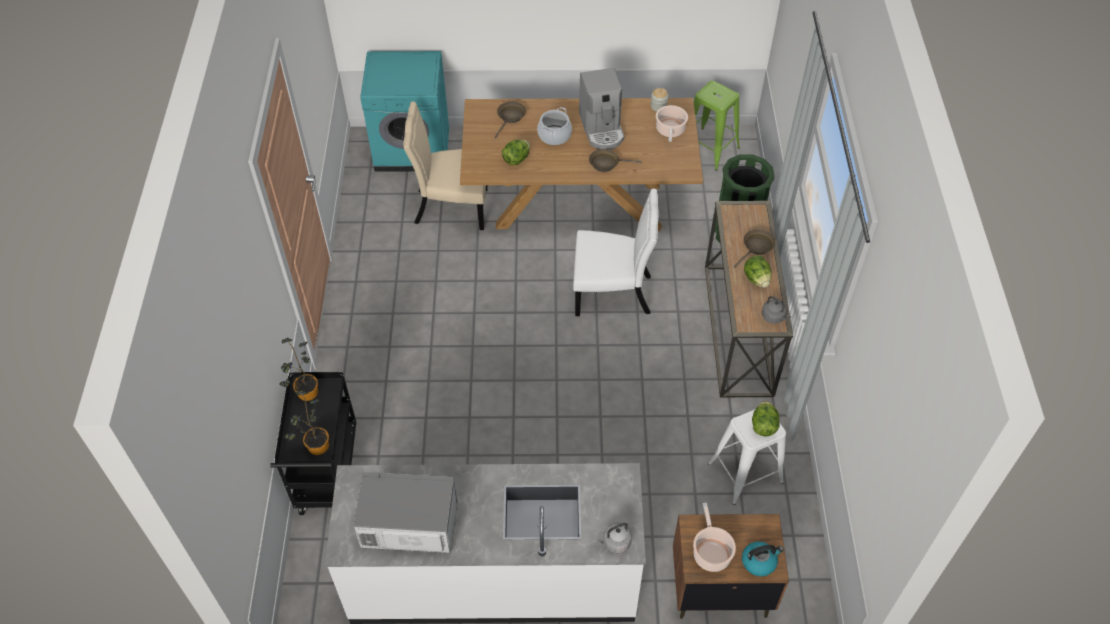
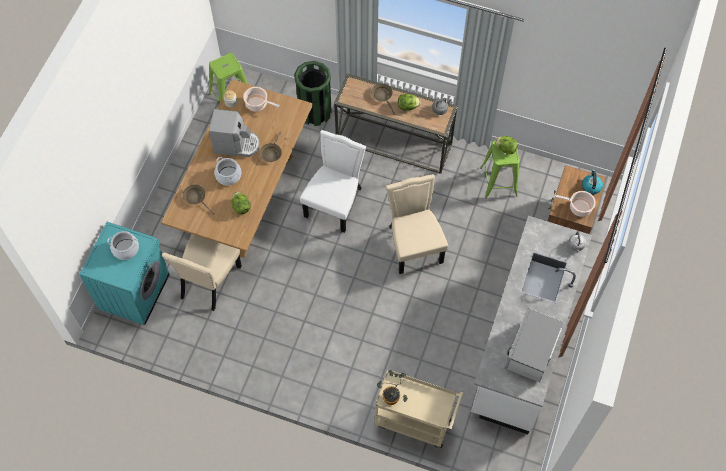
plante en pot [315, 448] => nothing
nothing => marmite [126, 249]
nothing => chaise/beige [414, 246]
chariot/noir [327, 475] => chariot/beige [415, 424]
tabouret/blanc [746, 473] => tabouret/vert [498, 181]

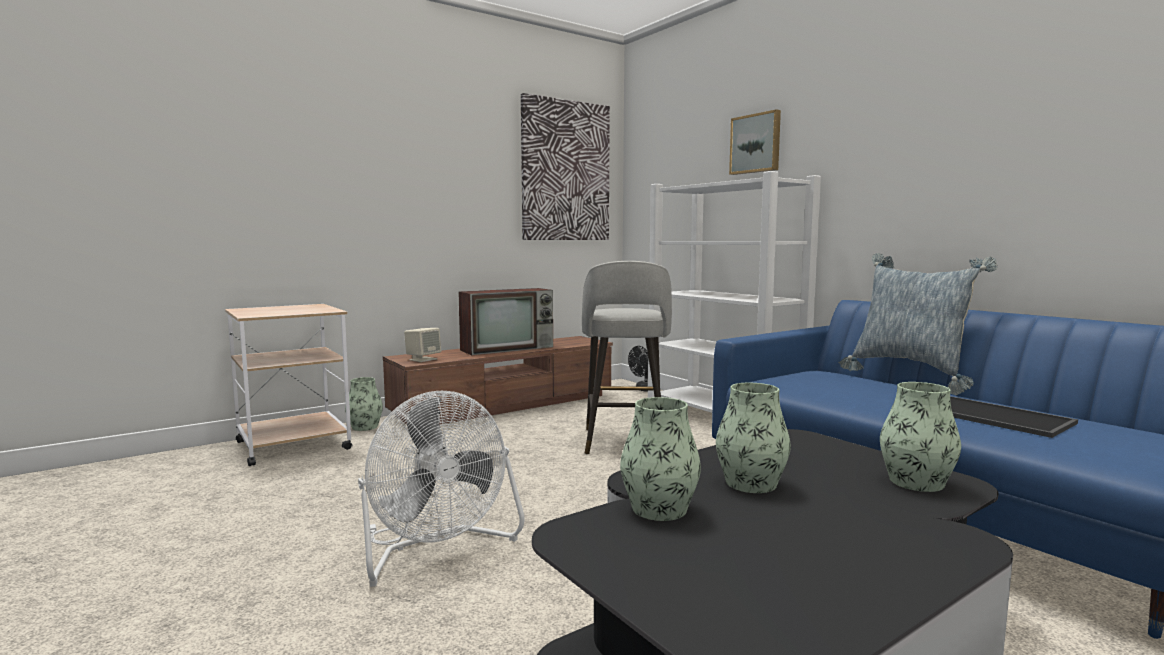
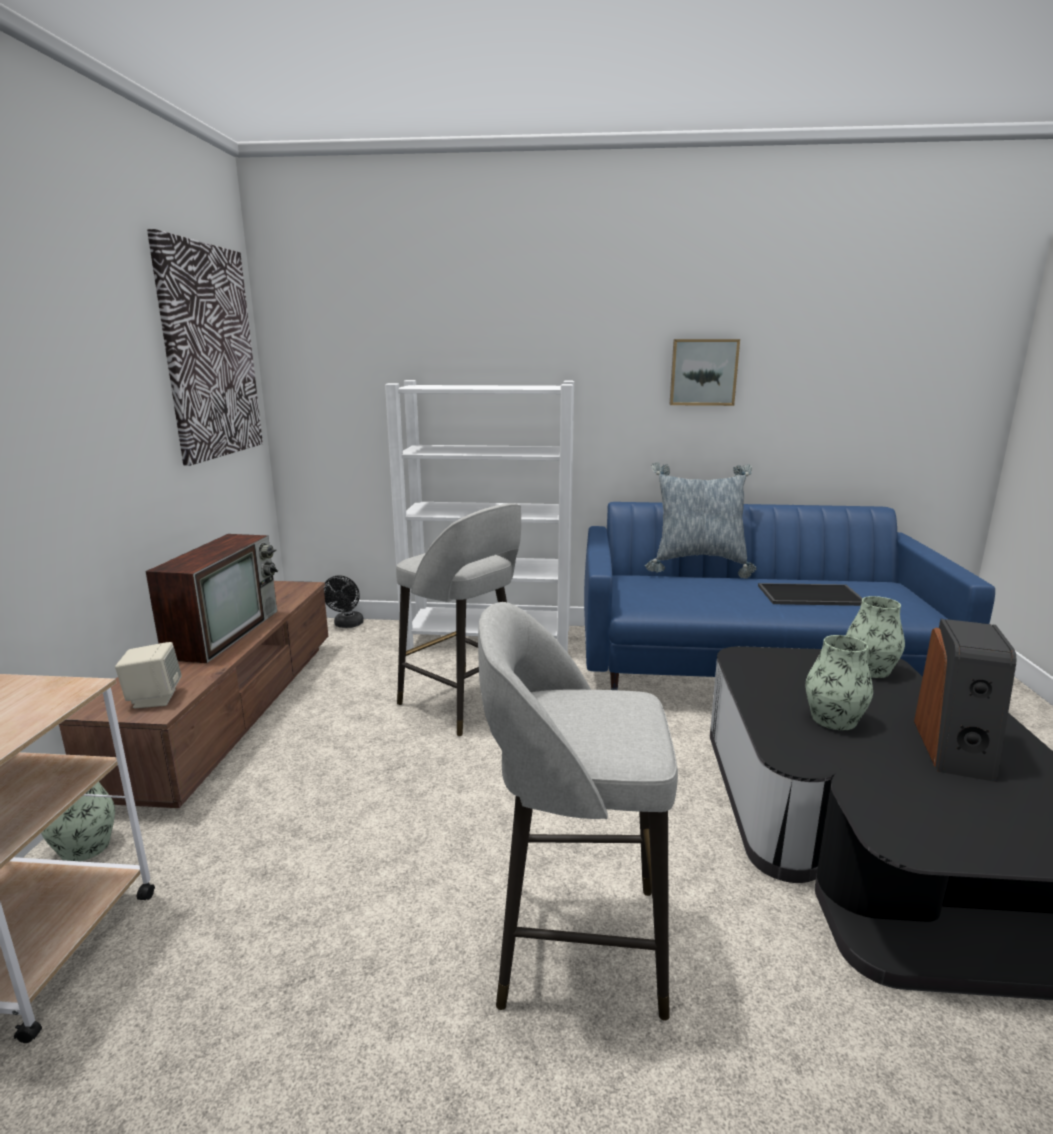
vase [659, 509] => nothing
nothing => enceinte [955, 749]
tableau [756, 143] => tableau [703, 372], relocated
ventilateur/blanc [430, 550] => tabouret/gris [573, 944]

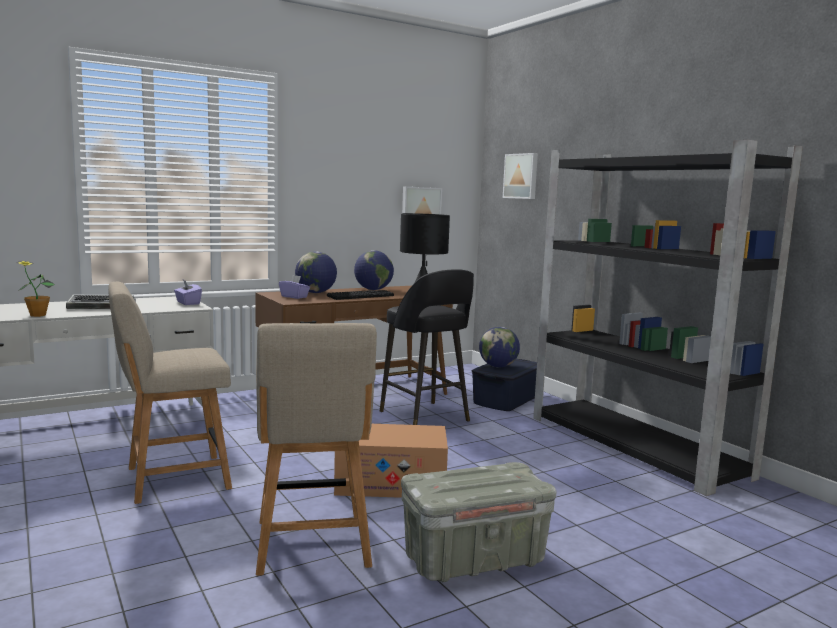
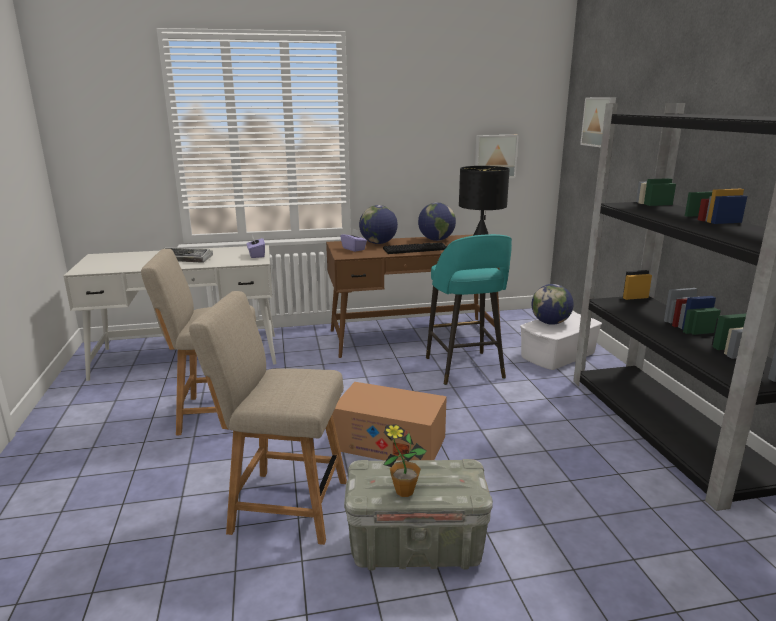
plante en pot [37, 315] => plante en pot [404, 491], relocated
tabouret/noir [425, 417] => tabouret/turquoise [465, 369]
boîte de rangement/bleu [506, 399] => boîte de rangement/blanc [557, 354]
chaise/beige [312, 547] => chaise/beige [283, 505], 90 degrees clockwise

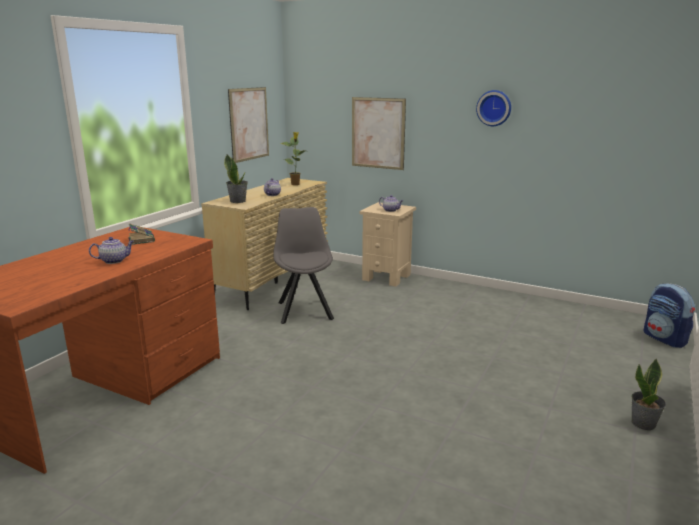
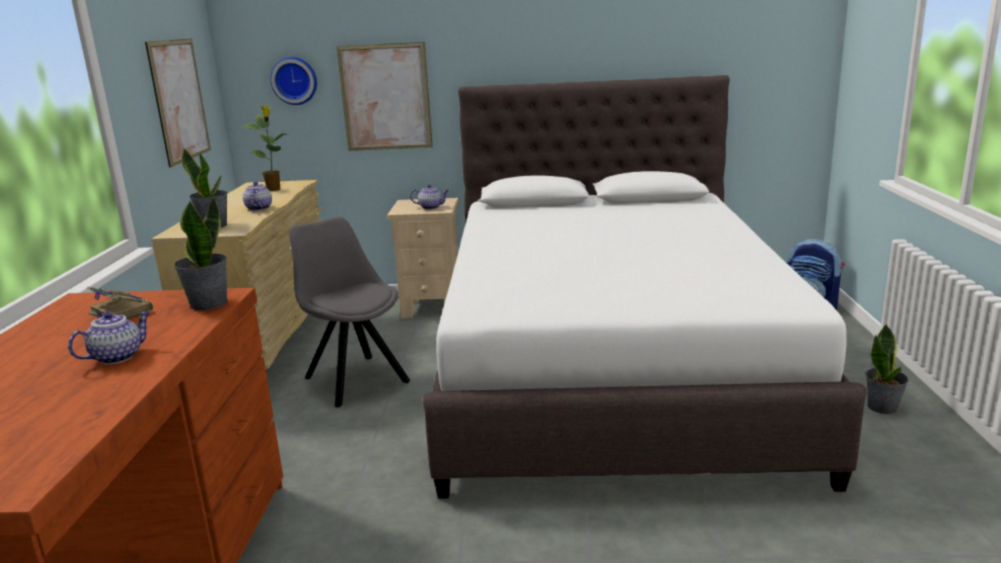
nothing => plante en pot [208, 303]
nothing => lit/blanc [610, 366]
horloge murale [494, 108] => horloge murale [295, 80], relocated

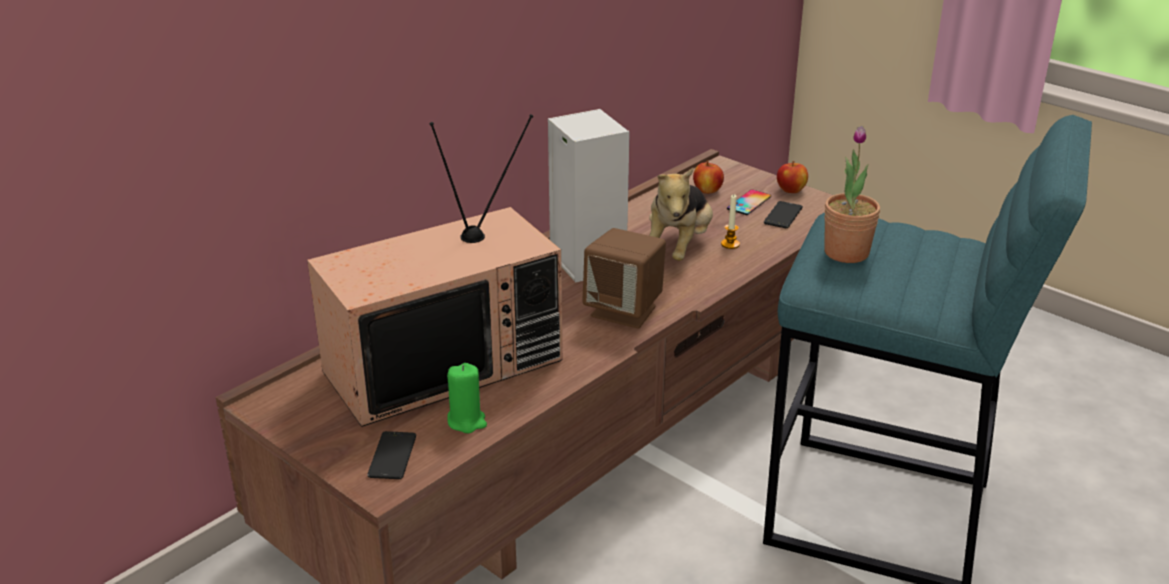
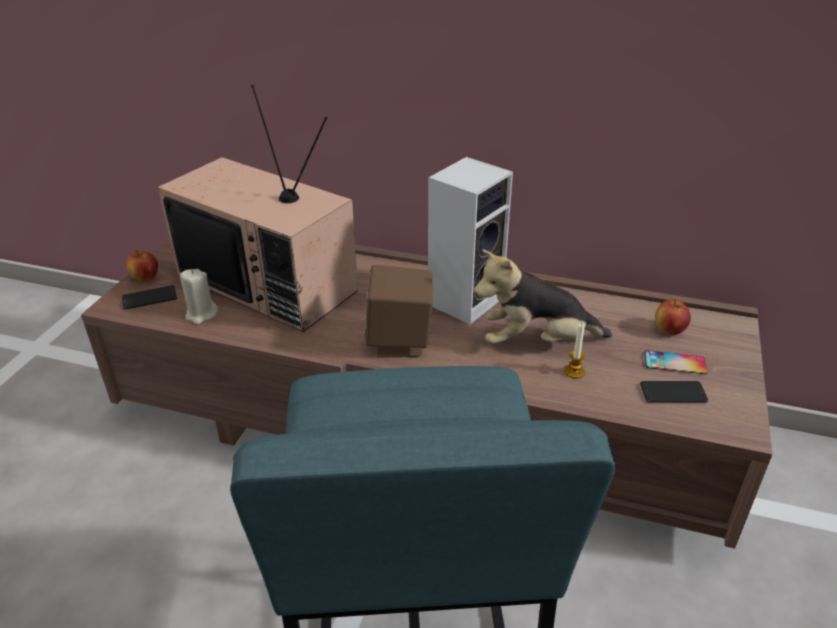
plante en pot [846, 253] => nothing
pomme [791, 190] => pomme [145, 278], relocated
bougie/vert [467, 421] => bougie/beige [201, 314]

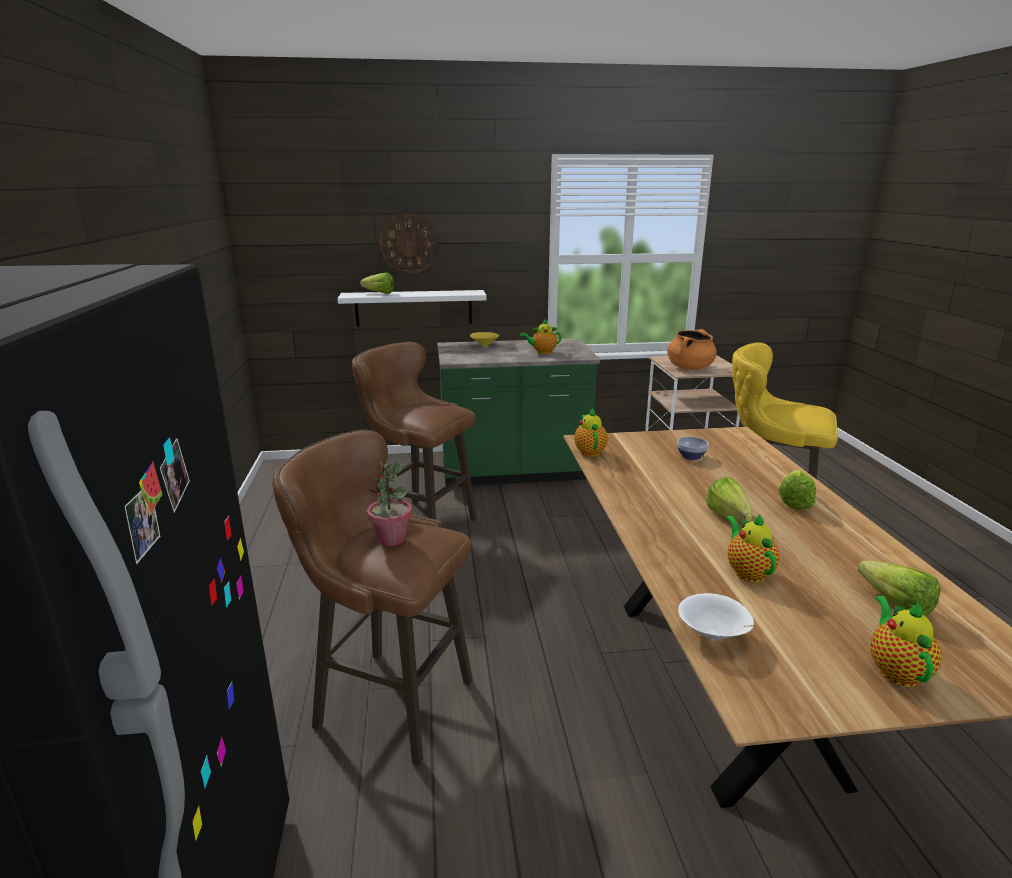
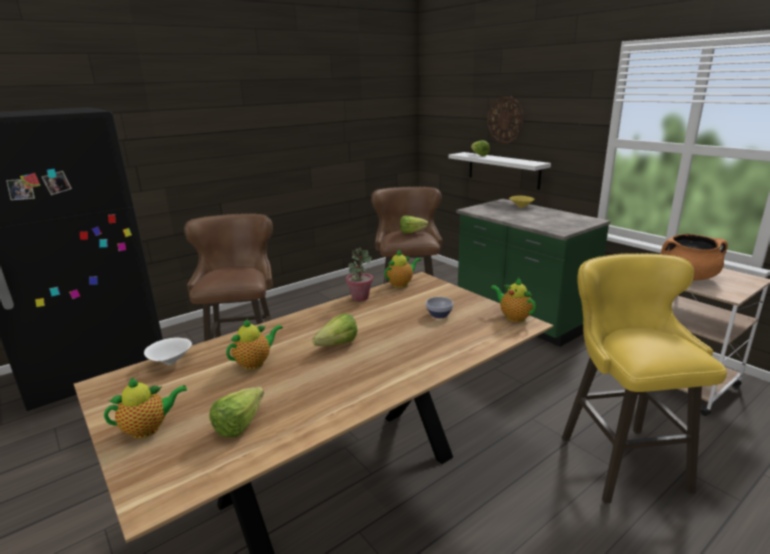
plante en pot [391, 539] => plante en pot [360, 297], relocated
théière [542, 352] => théière [513, 317], relocated
laitue [796, 500] => laitue [414, 232], relocated

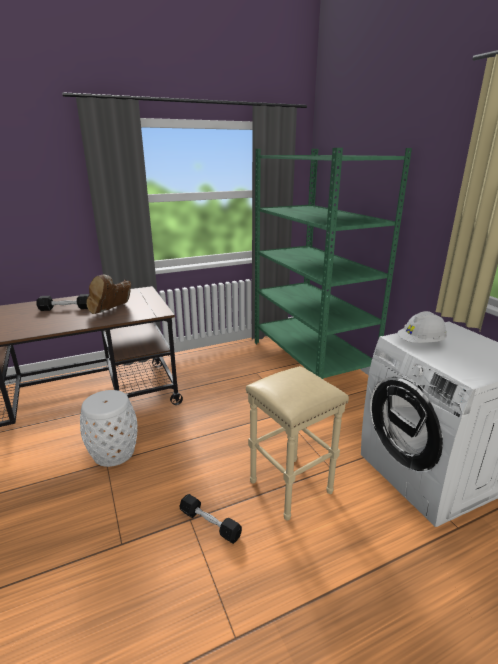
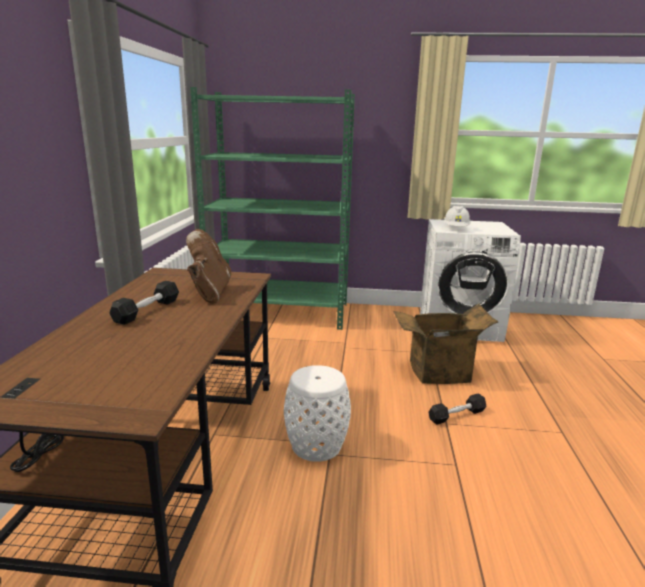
tabouret/beige [290, 488] => carton [439, 373]
botte/marron [111, 311] => botte/marron [209, 292], 150 degrees counterclockwise

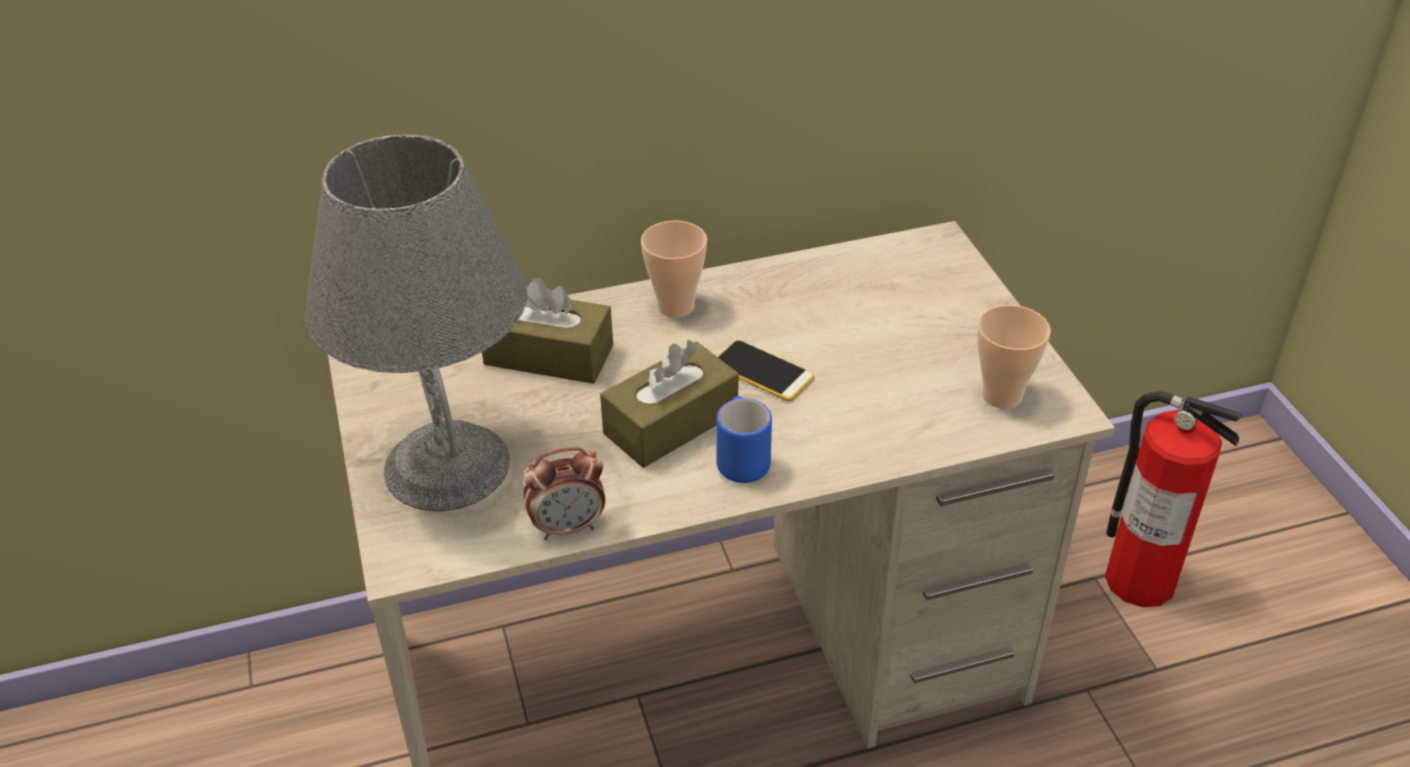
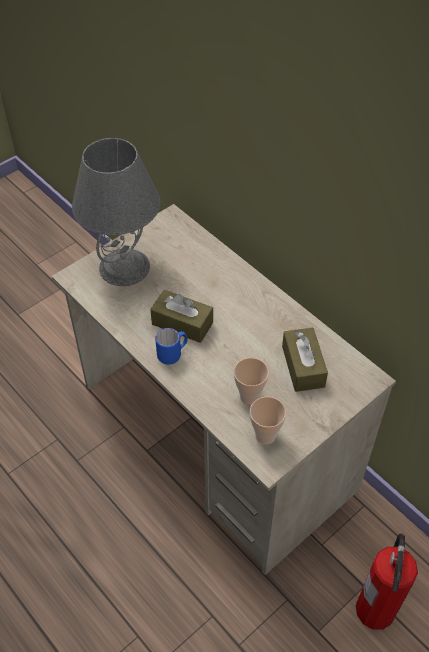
réveil [568, 527] => nothing
téléphone [762, 371] => nothing
boîte à mouchoirs/marron [549, 355] => boîte à mouchoirs/marron [303, 366], relocated
tasse [675, 306] => tasse [249, 396], relocated

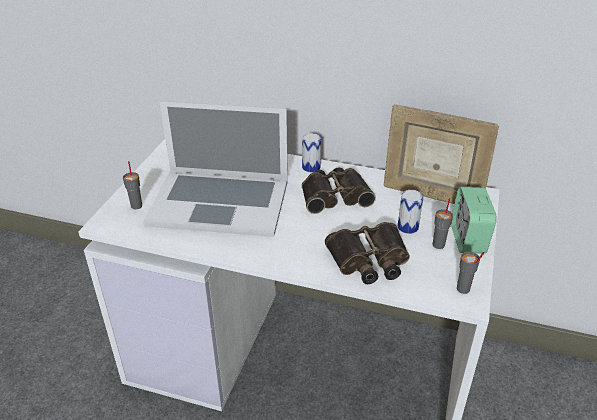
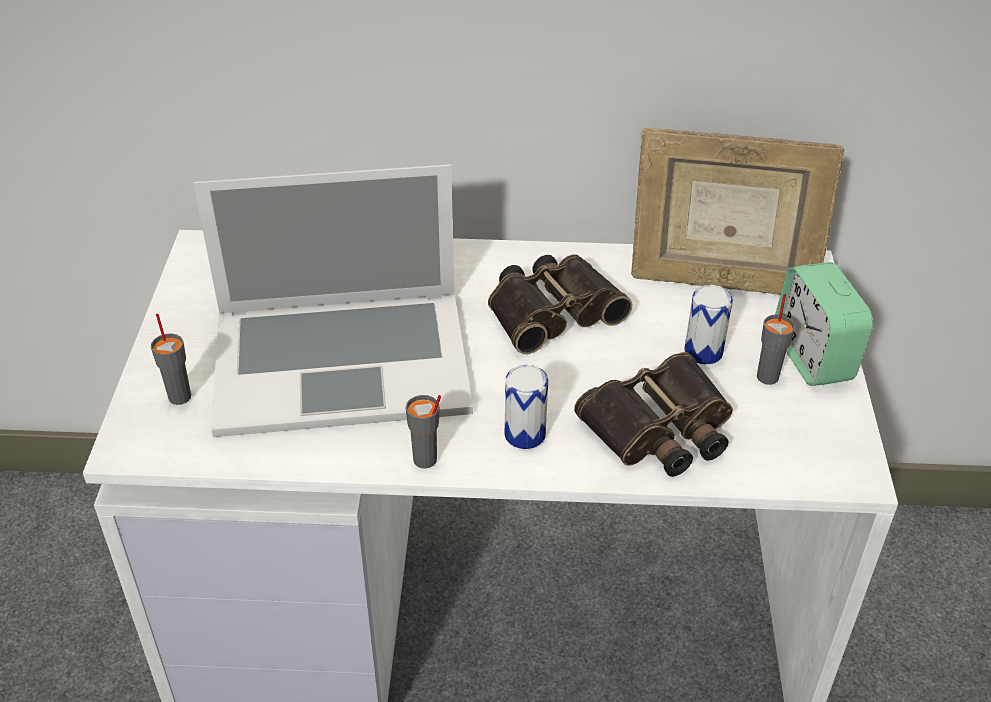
boîte métallique [311, 167] => boîte métallique [525, 434], relocated
tasse/gris [463, 289] => tasse/gris [425, 460], relocated

